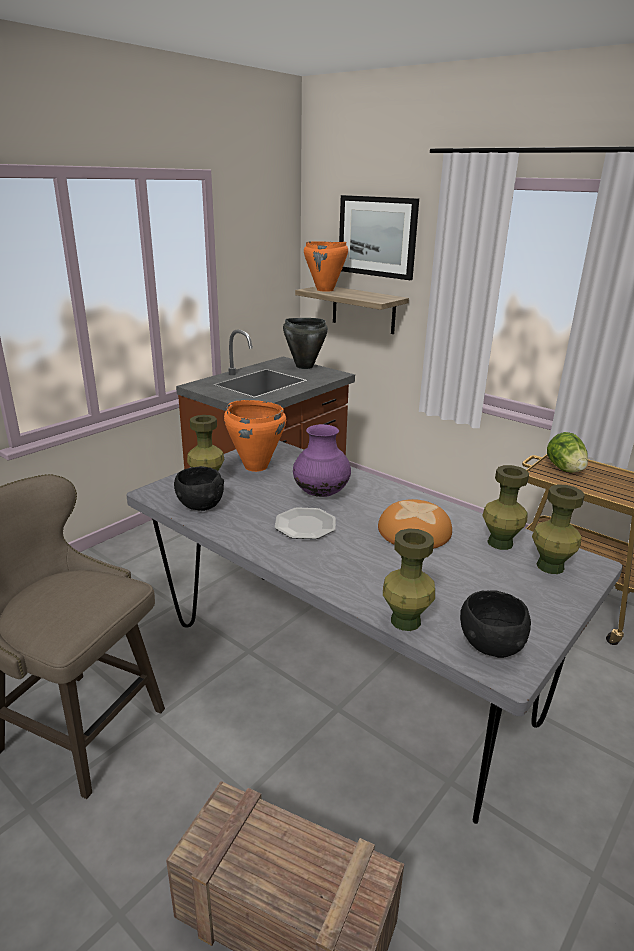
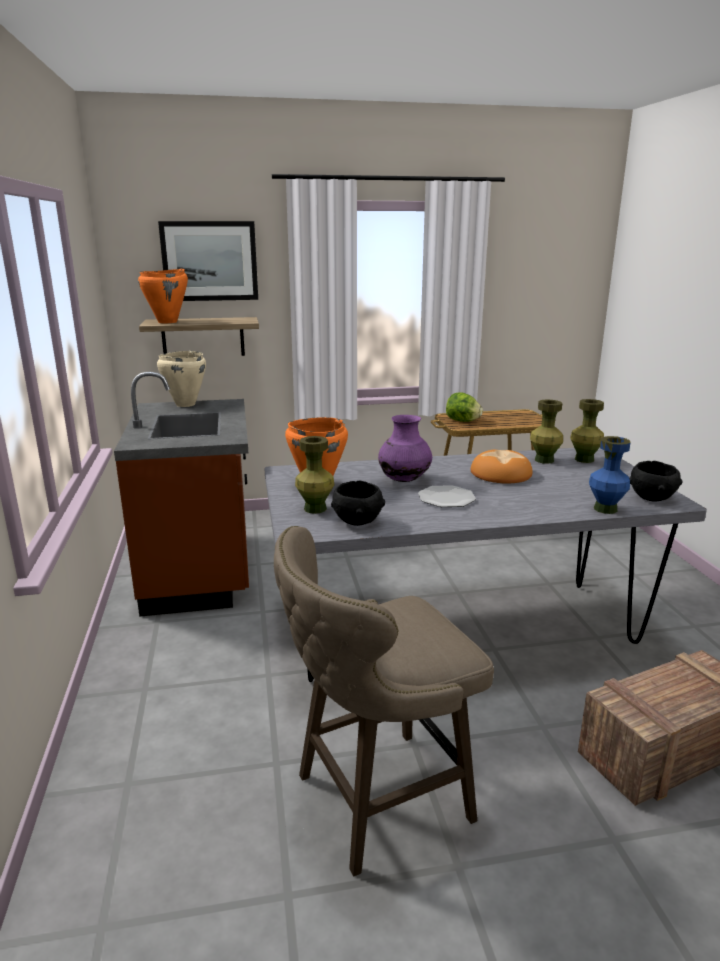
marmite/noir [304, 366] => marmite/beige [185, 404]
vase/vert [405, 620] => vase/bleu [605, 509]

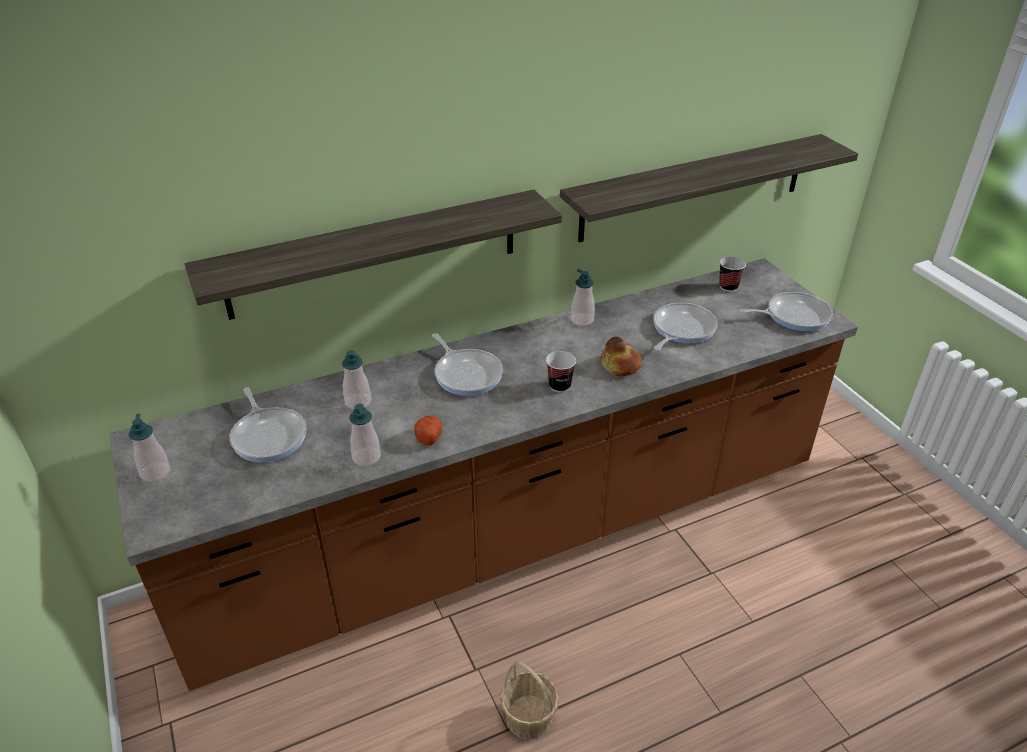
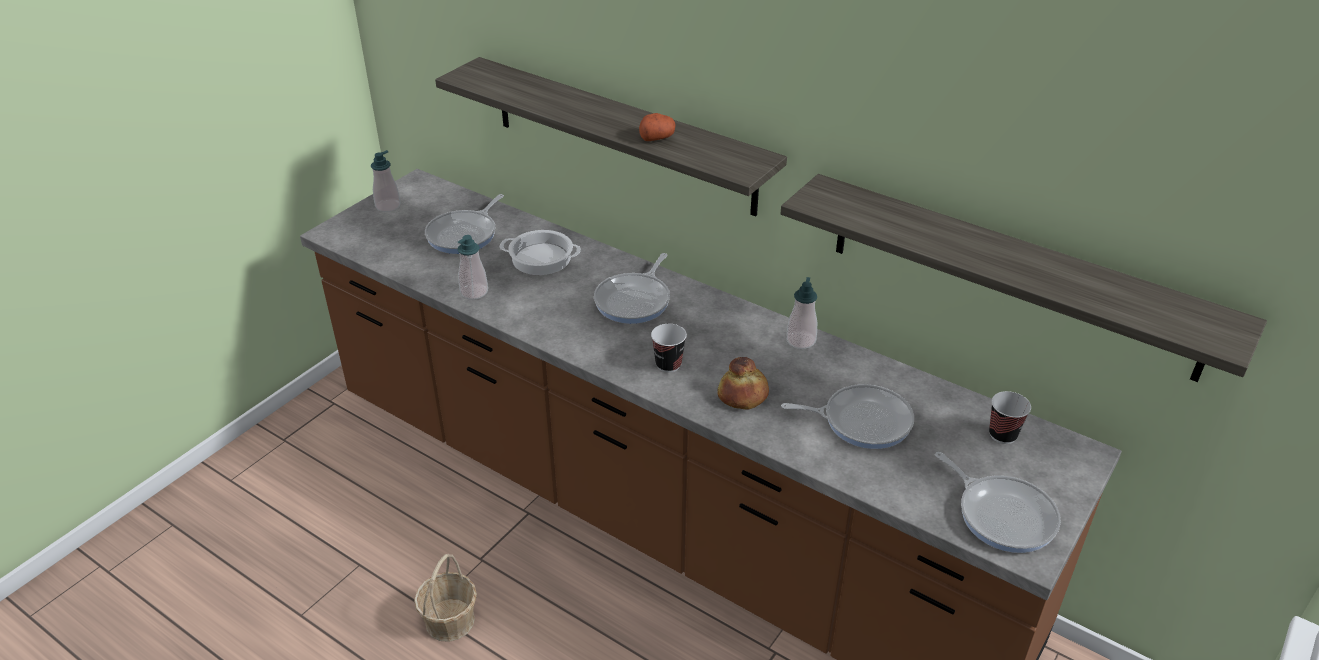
pomme de terre [428, 437] => pomme de terre [657, 137], relocated
distributeur de savon [358, 402] => marmite [542, 258]

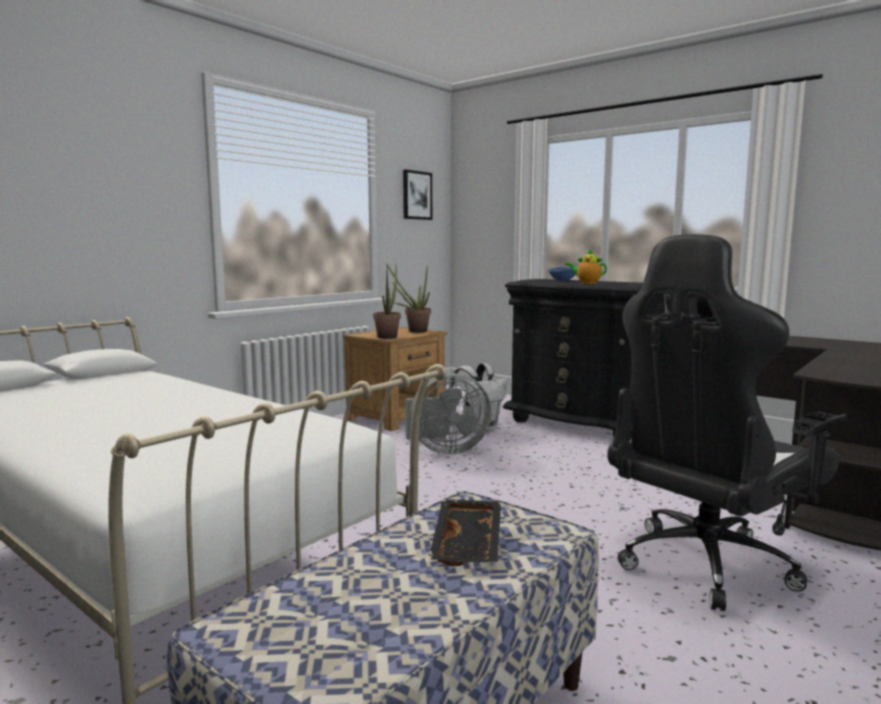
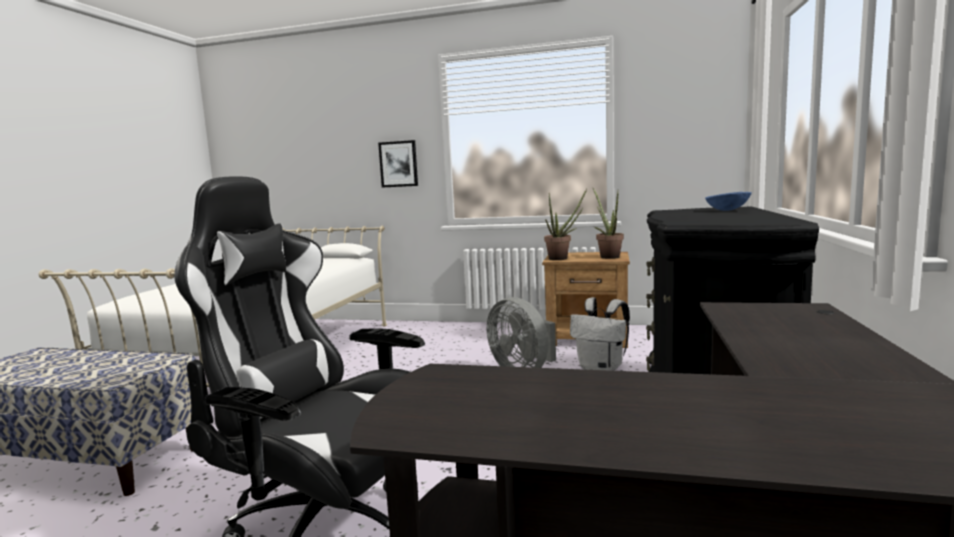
plateau/noir [469, 544] => nothing
théière [587, 283] => nothing
tableau [416, 195] => tableau [398, 164], relocated

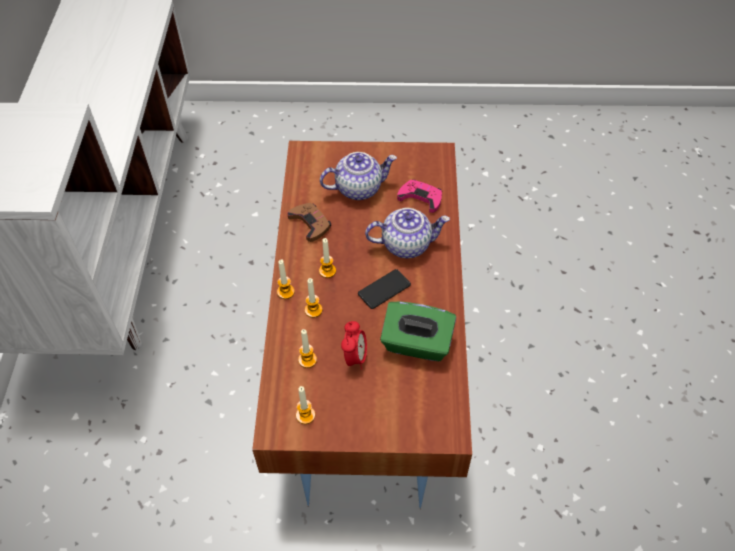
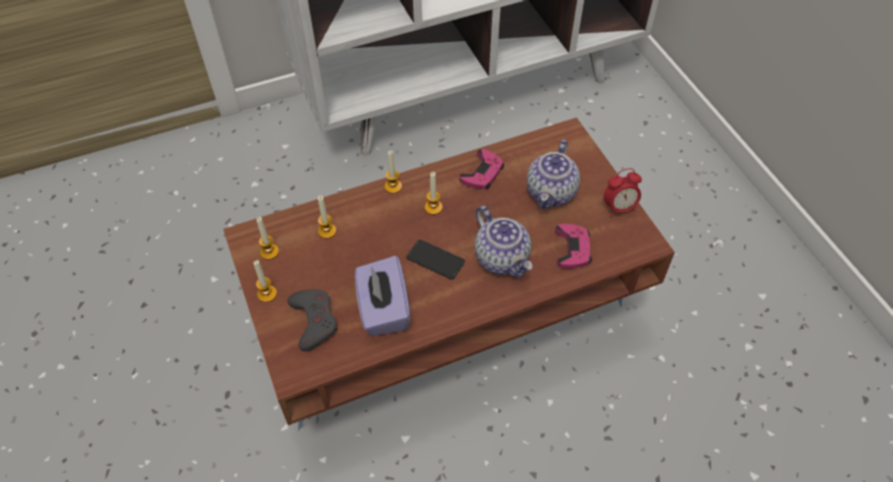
nothing => manette/gris [314, 321]
bougie [313, 310] => bougie [267, 294], relocated
réveil [355, 357] => réveil [619, 208], relocated
manette/marron [310, 223] => manette/rose [482, 173]
boîte à mouchoirs/vert [416, 344] => boîte à mouchoirs/violet [383, 309]
théière [359, 188] => théière [551, 193], 60 degrees clockwise

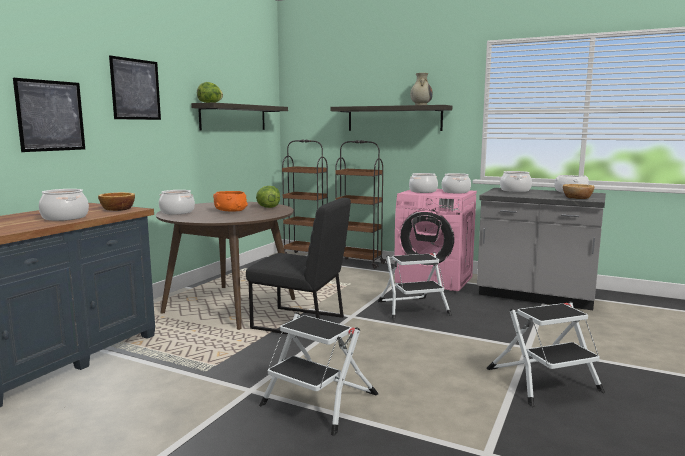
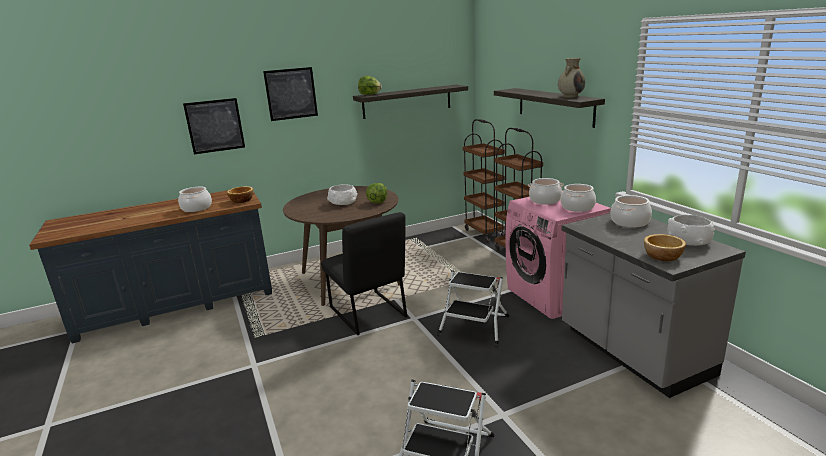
marmite [177, 212] => nothing
escabeau [320, 401] => nothing
bol/orange [230, 210] => bol/blanc [343, 202]

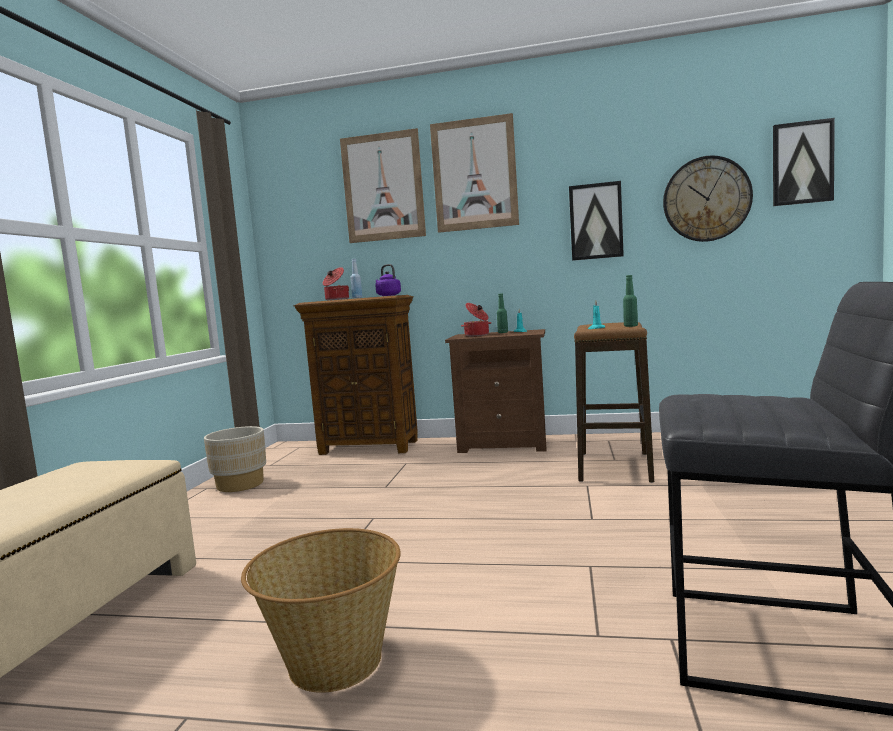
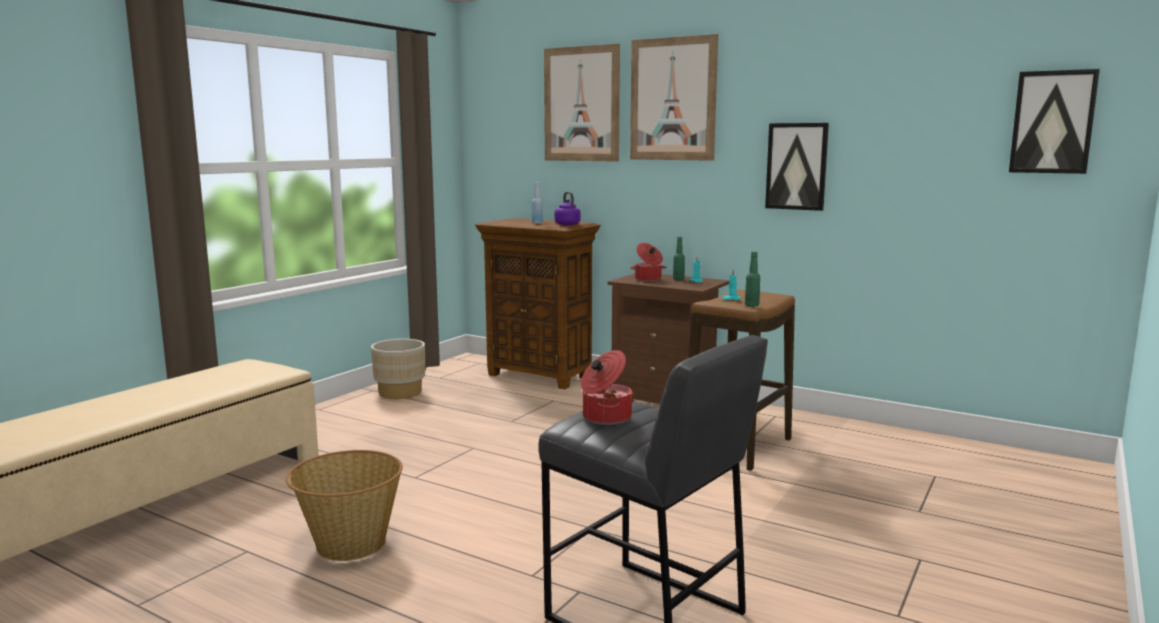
horloge murale [706, 199] => nothing
marmite [336, 299] => marmite [605, 417], relocated

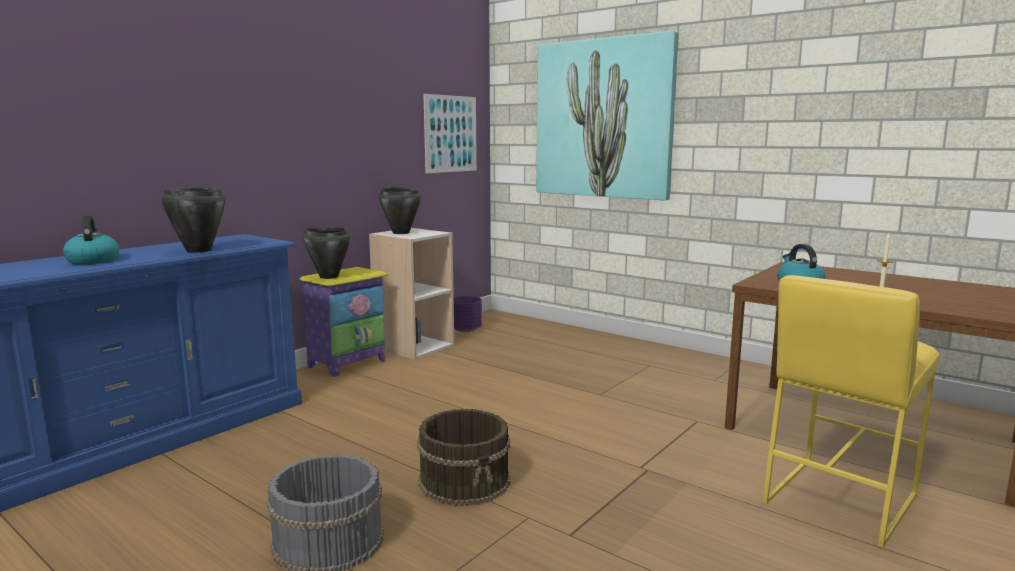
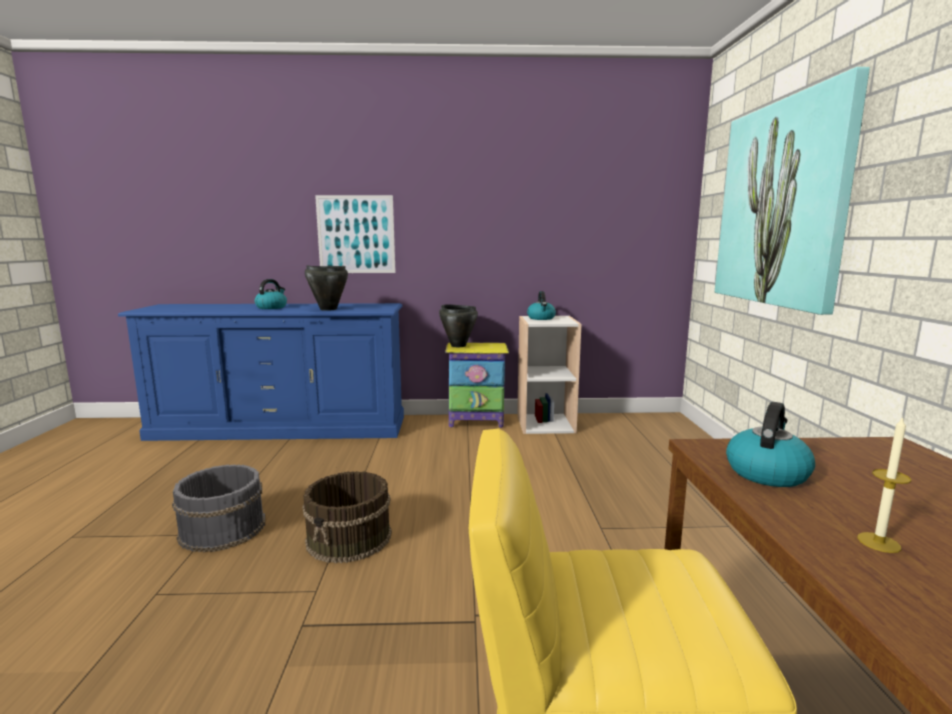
cache-pot/violet [465, 330] => nothing
tableau [451, 134] => tableau [356, 234], relocated
marmite/noir [401, 233] => bouilloire [541, 318]

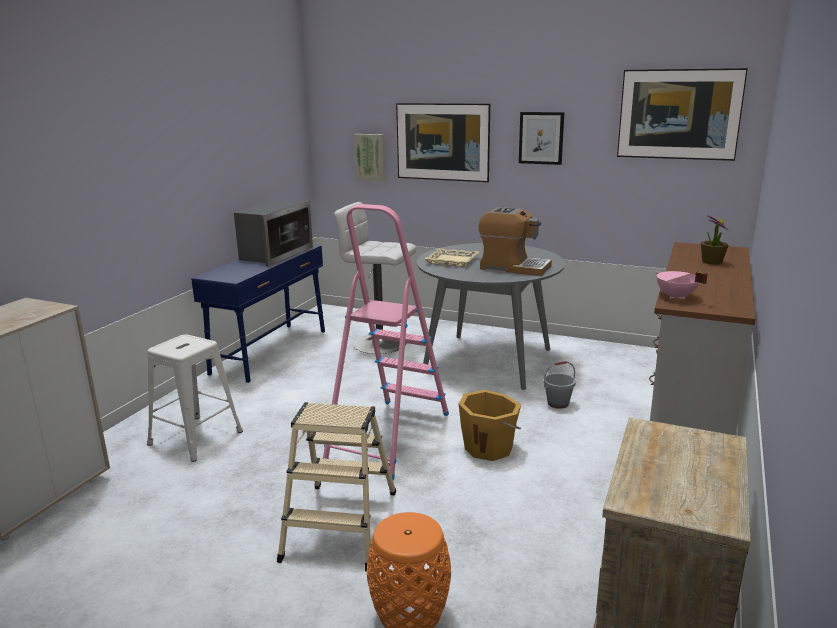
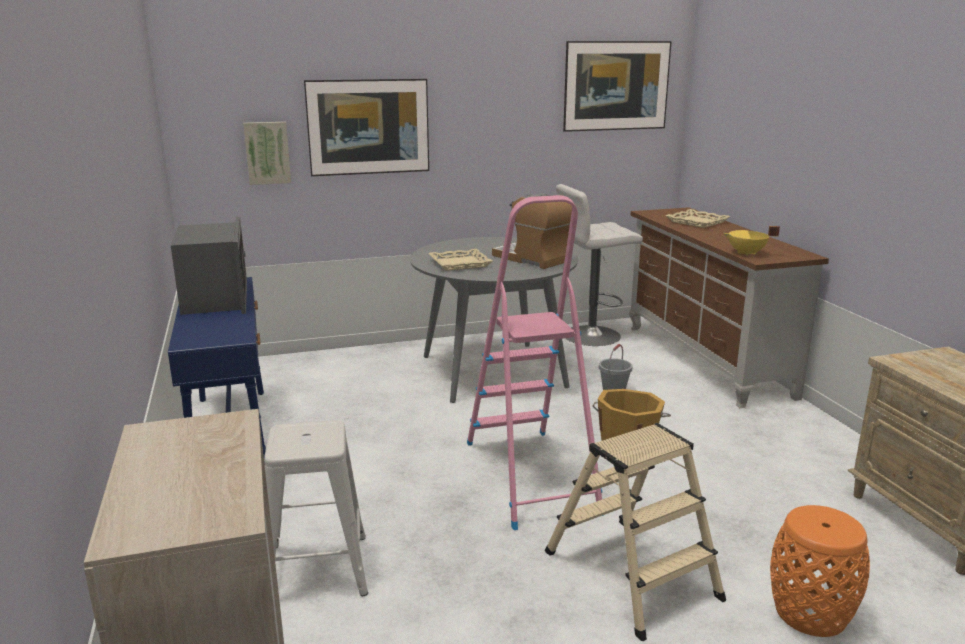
tableau [541, 138] => nothing
tabouret/blanc [379, 343] => tabouret/blanc [590, 336], relocated
plante en pot [711, 262] => plateau/beige [696, 222]
marmite/rose [675, 297] => marmite/jaune [746, 253]
machine à café [513, 267] => machine à café [532, 259], 120 degrees counterclockwise

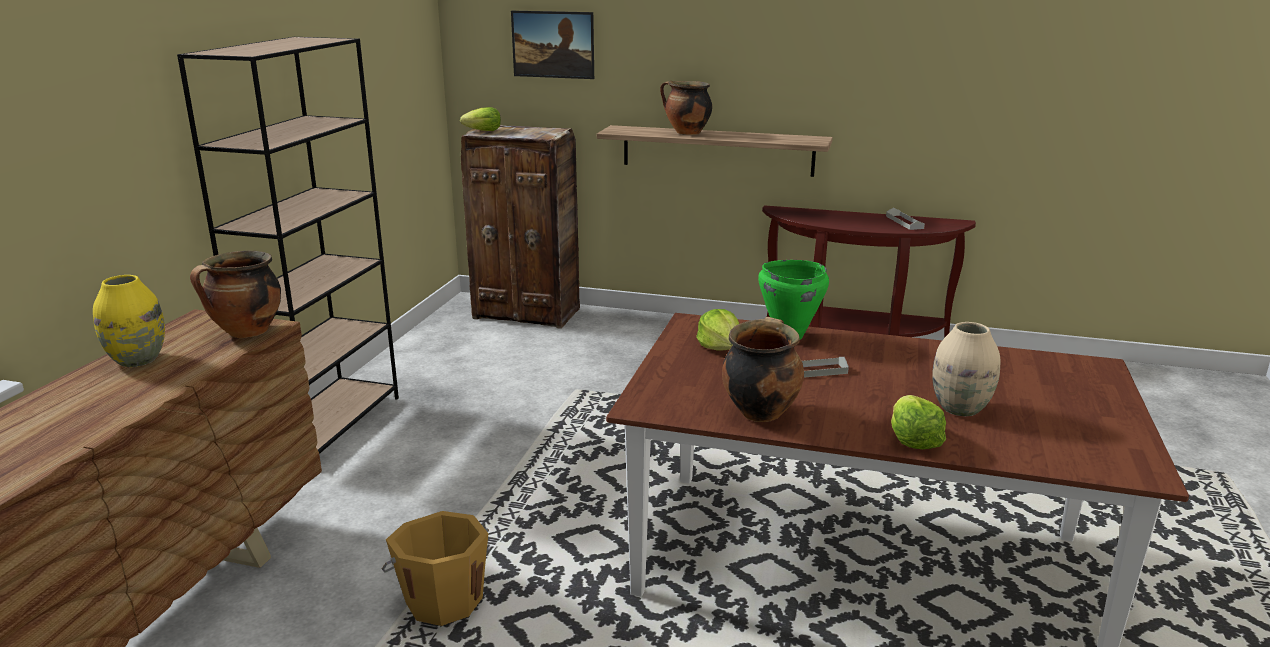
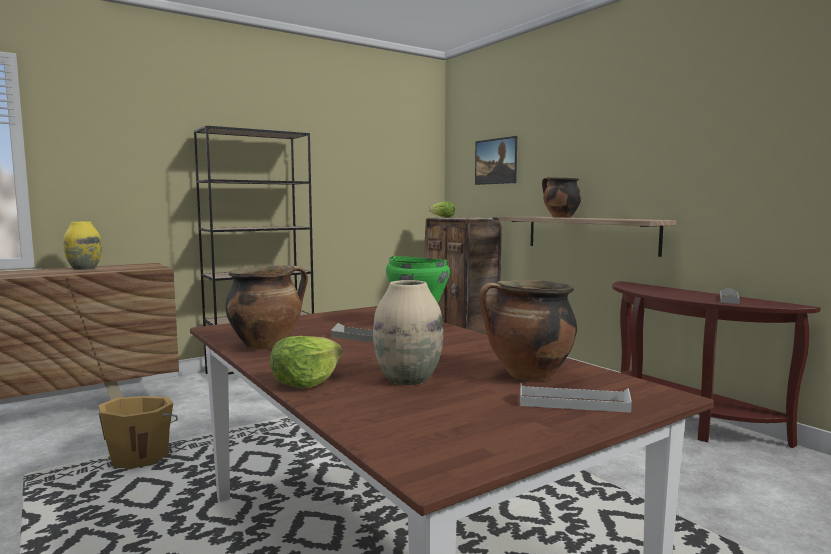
laitue [721, 347] => nothing
nothing => plateau/blanc [573, 403]
marmite [246, 333] => marmite [527, 375], relocated

